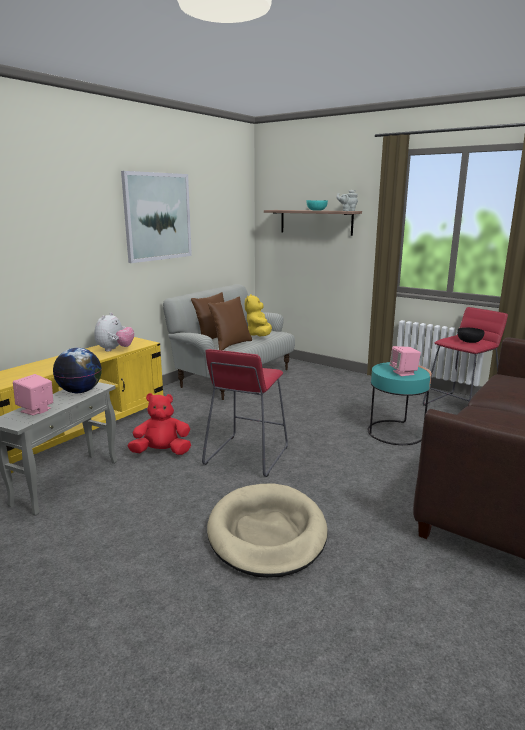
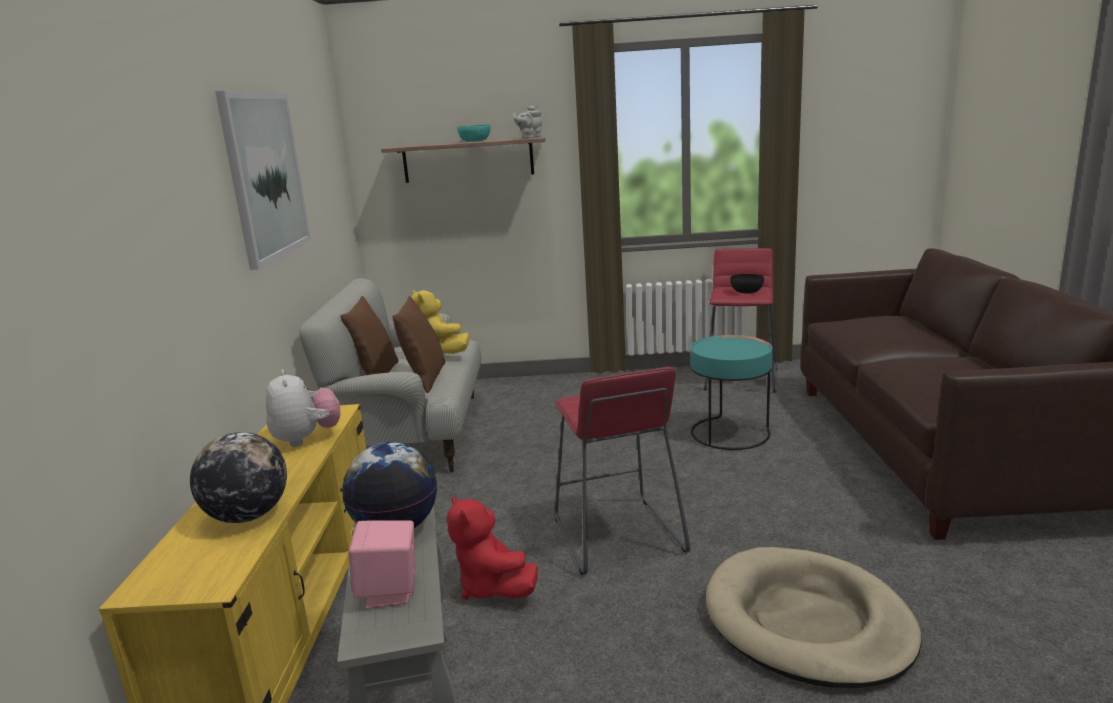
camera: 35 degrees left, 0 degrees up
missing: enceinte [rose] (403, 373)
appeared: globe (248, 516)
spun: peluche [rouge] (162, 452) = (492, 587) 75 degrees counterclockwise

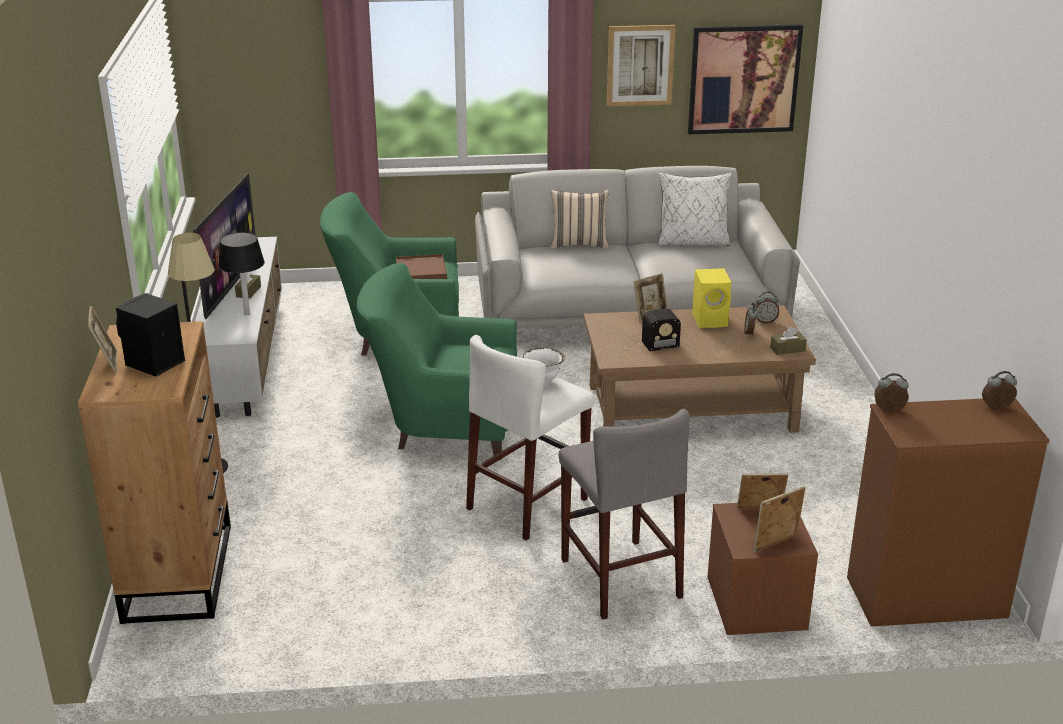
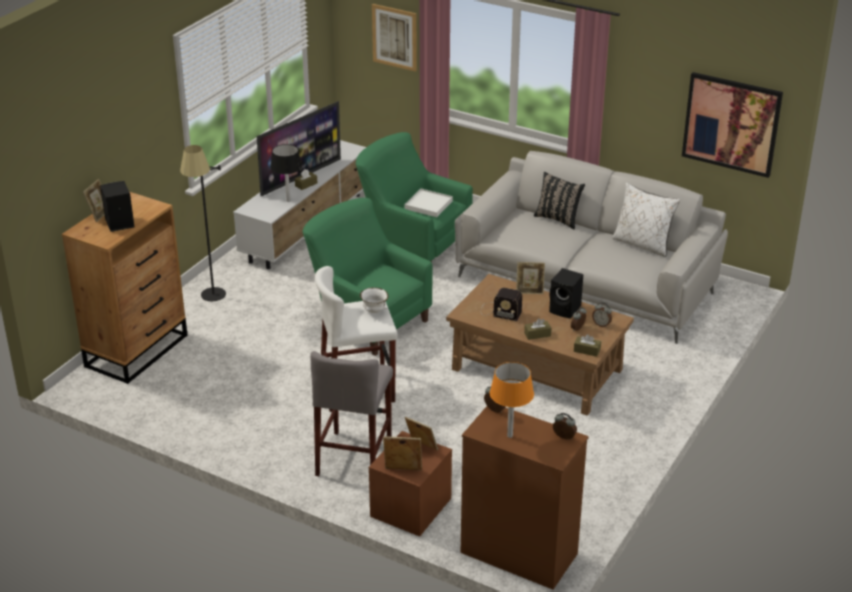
camera: 35 degrees right, 5 degrees up
appeared: boîte à mouchoirs [marron] (537, 334); lampe de table [orange] (510, 436)
relocated: tableau (640, 65) to (394, 37)
colour: coussin [beige] (579, 244) to coussin [noir] (558, 219); plateau [marron] (421, 271) to plateau [blanc] (428, 205); enceinte [jaune] (711, 320) to enceinte [noir] (566, 309)

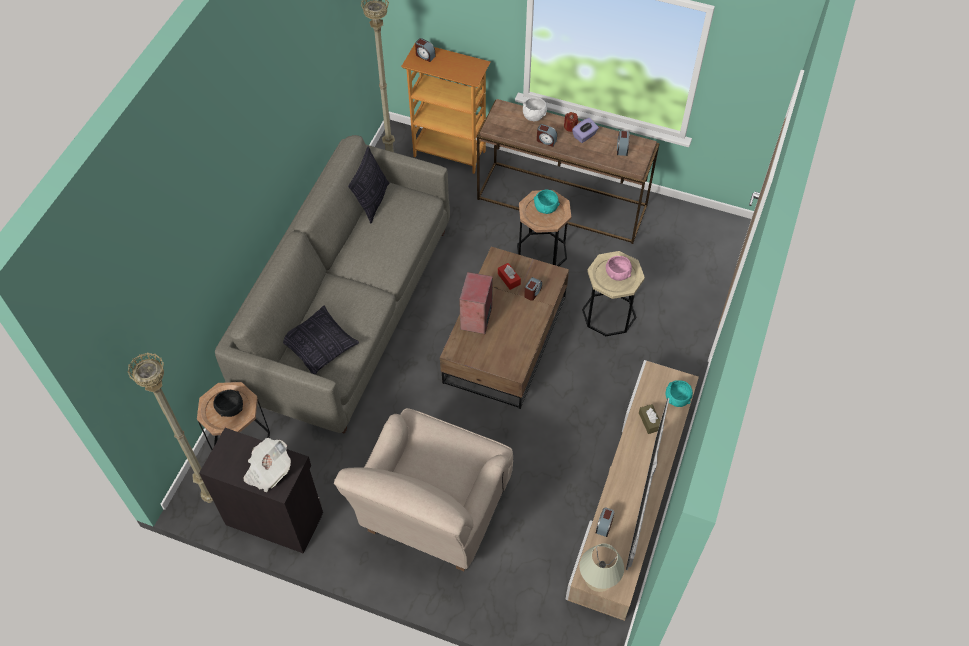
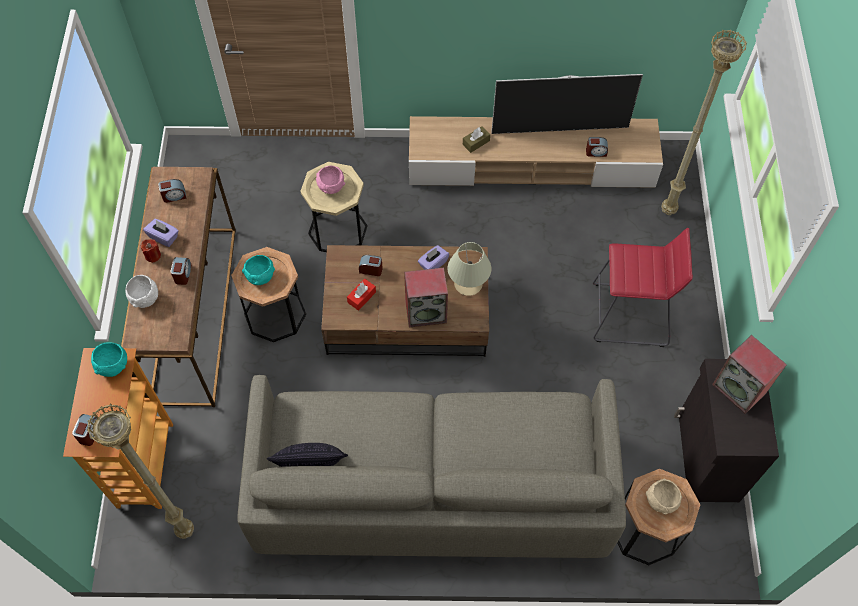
camera: 110 degrees left, 5 degrees up
missing: coussin (319, 346)
appeared: boîte à mouchoirs [violet] (433, 264)
relocated: lampadaire [beige] (211, 496) to (667, 211); bol [turquoise] (676, 400) to (113, 366); lampe de table [beige] (598, 578) to (468, 284)
exchanged: fauteuil [beige] (434, 514) to tabouret [rouge] (630, 314); journal (268, 471) to enceinte (740, 389)
colour: bol [noir] (231, 409) to bol [beige] (661, 501)

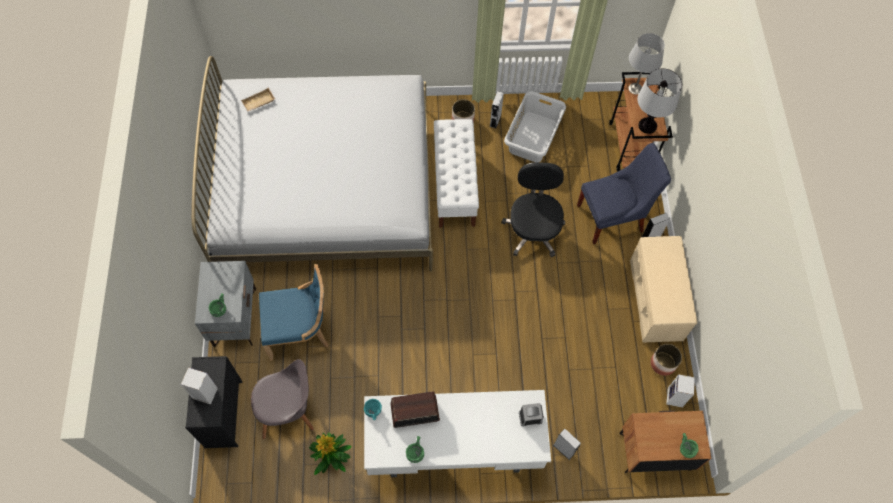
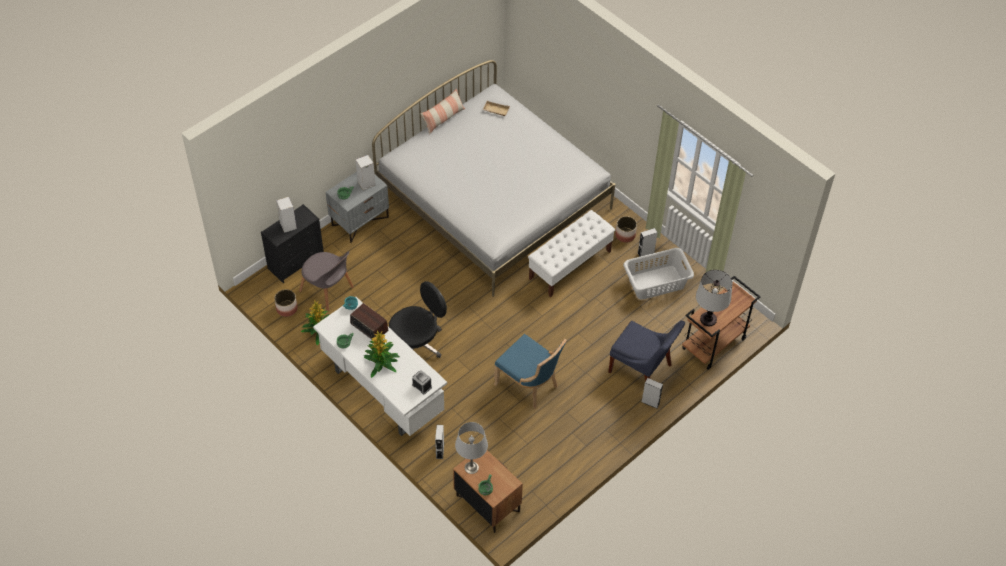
camera: 50 degrees right, 10 degrees down
missing: banc [beige] (657, 300)
appeared: coussin (443, 118); plante en pot (381, 363)
relocated: lampe de table [gris] (635, 88) to (471, 467); chaise de bureau [noir] (533, 230) to (417, 343); chaise [bleu] (300, 331) to (529, 385); cache-pot (663, 363) to (287, 309); enceinte (675, 398) to (366, 184)

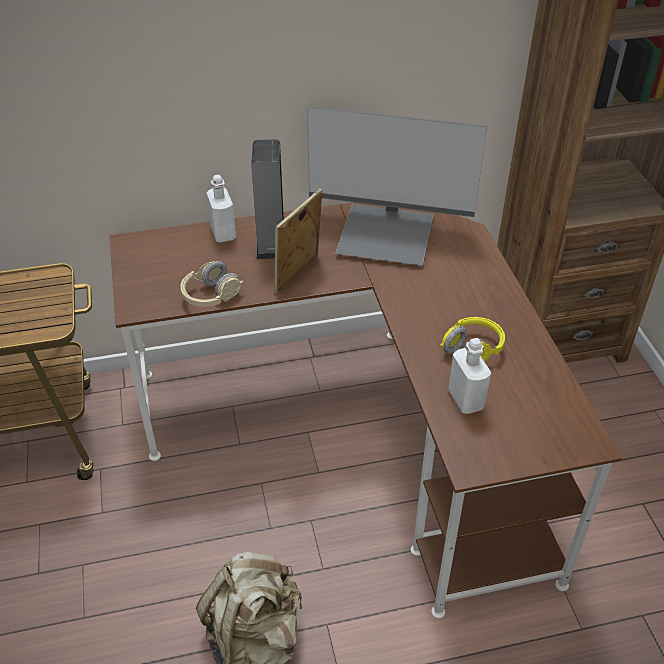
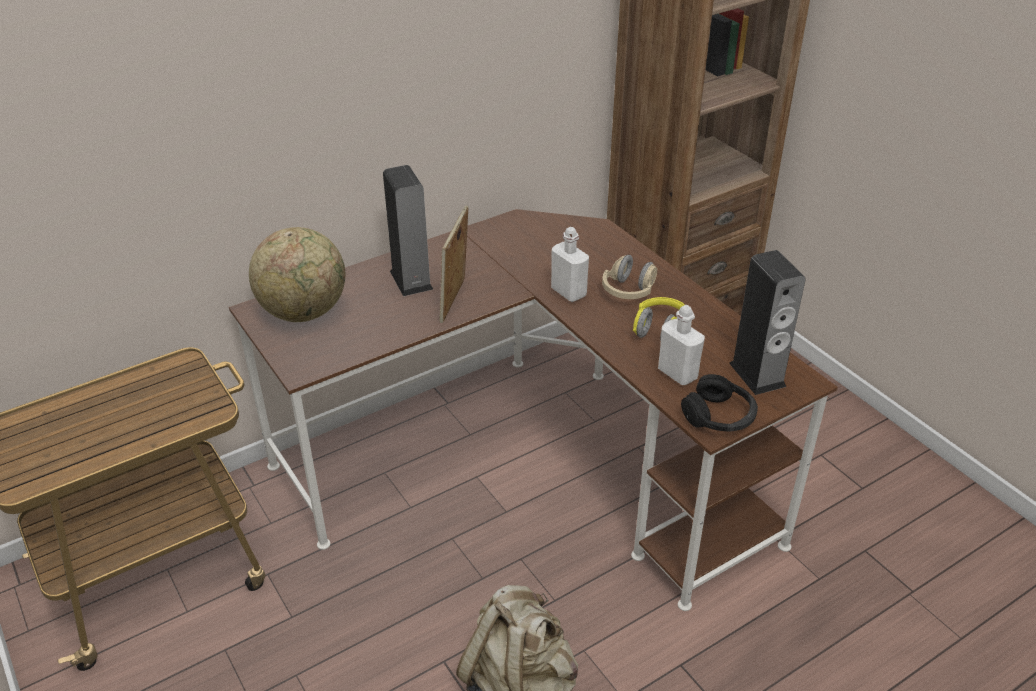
camera: 20 degrees left, 5 degrees down
missing: écran d'ordinateur (386, 234)
appeared: globe (304, 312); enceinte (757, 374); casque audio [noir] (719, 416)
relocated: bouteille [blanc] (223, 233) to (568, 292); casque audio [beige] (211, 296) to (629, 291)

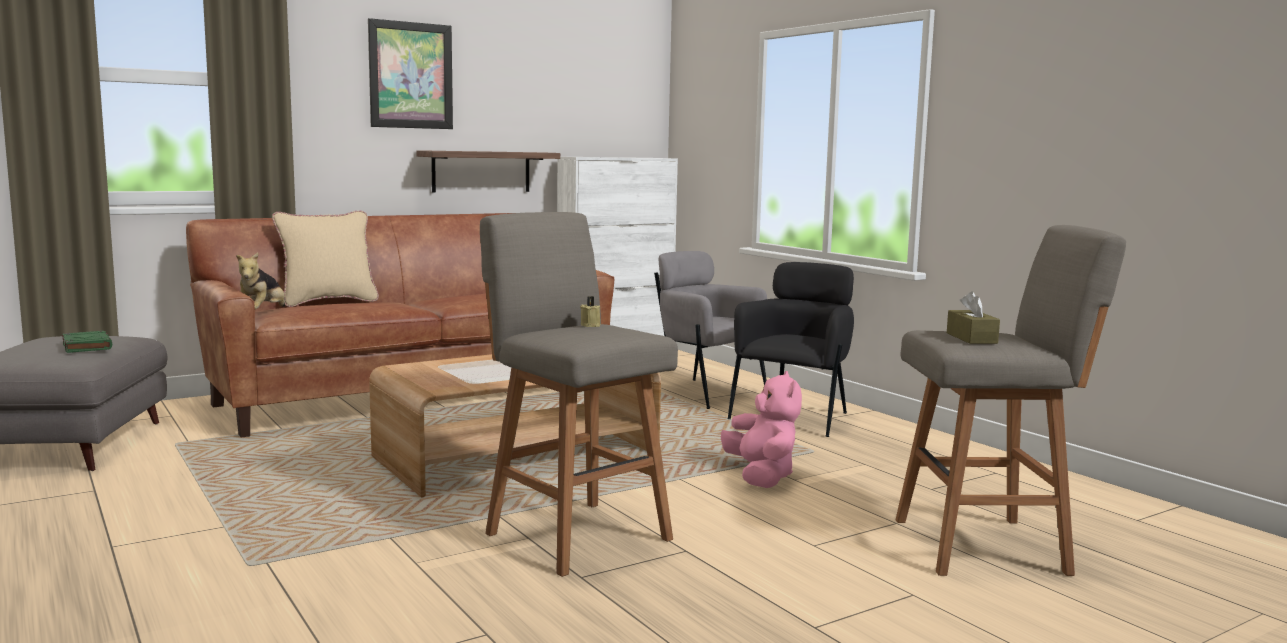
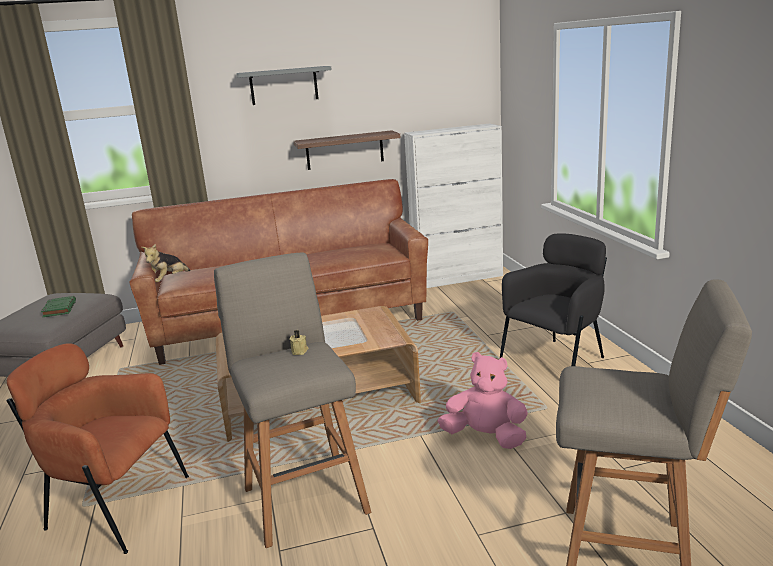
camera: 20 degrees right, 10 degrees up
missing: coussin [beige] (328, 302); fauteuil [gris] (705, 392); boîte à mouchoirs [marron] (971, 338)
appeared: fauteuil [marron] (115, 508)
exchanged: tableau (411, 75) to étagère [gris] (284, 85)
spun: peluche [rose] (761, 476) = (485, 437) 75 degrees counterclockwise

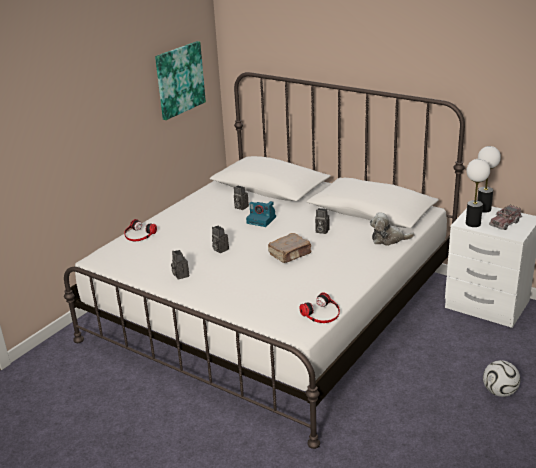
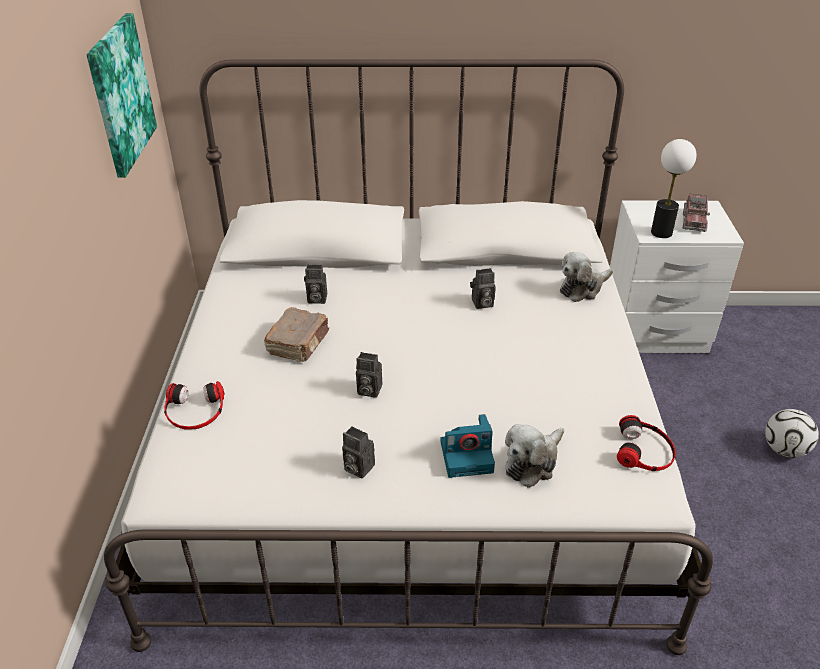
camera: 35 degrees left, 10 degrees up
missing: lampe de table (483, 209)
appeared: peluche (532, 462)
relocated: appareil photo (262, 220) to (467, 456); livre [marron] (290, 254) to (299, 343)

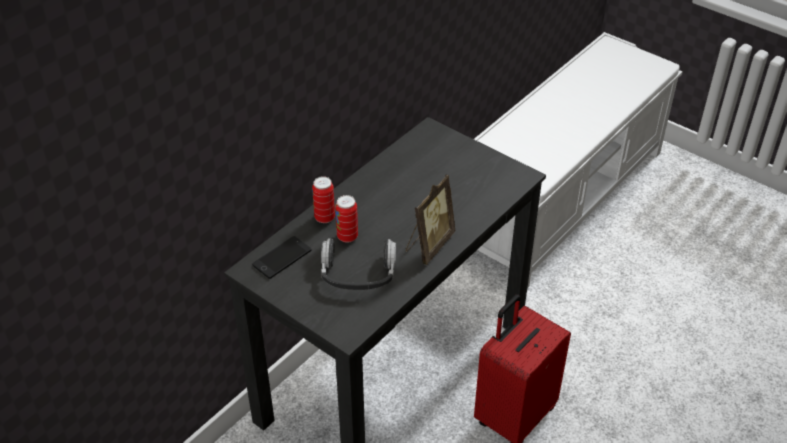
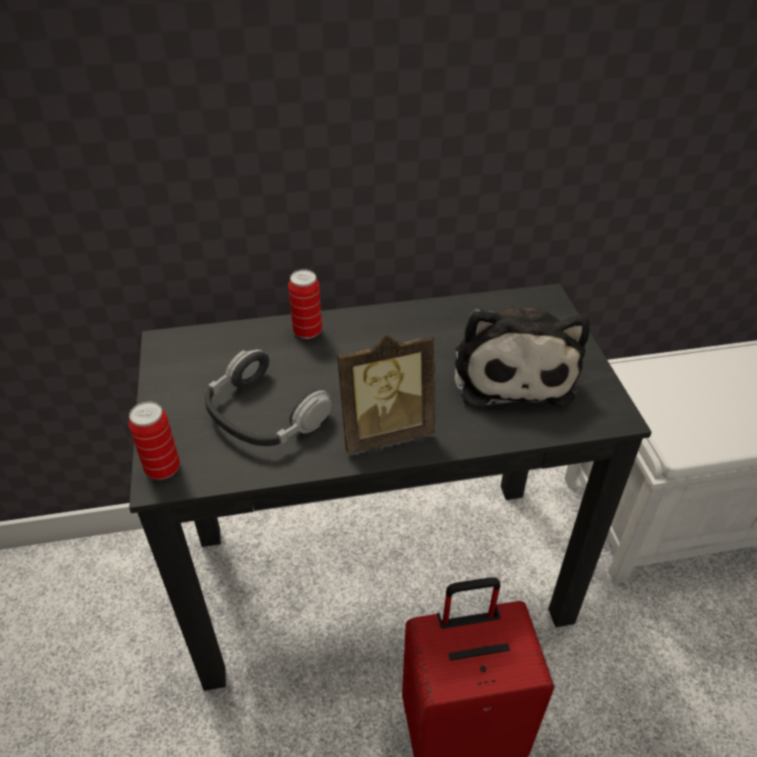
camera: 40 degrees right, 0 degrees up
missing: téléphone (282, 258)
appeared: peluche (512, 370)
relocated: boîte métallique (347, 237) to (163, 469)

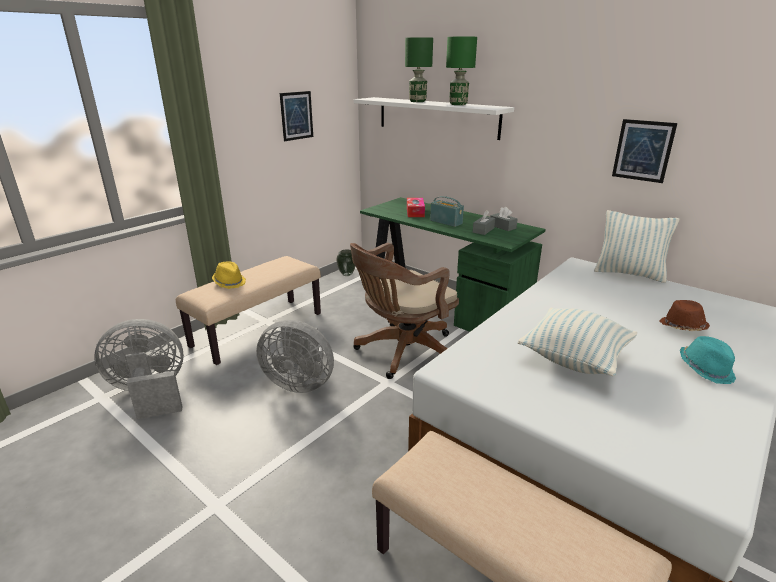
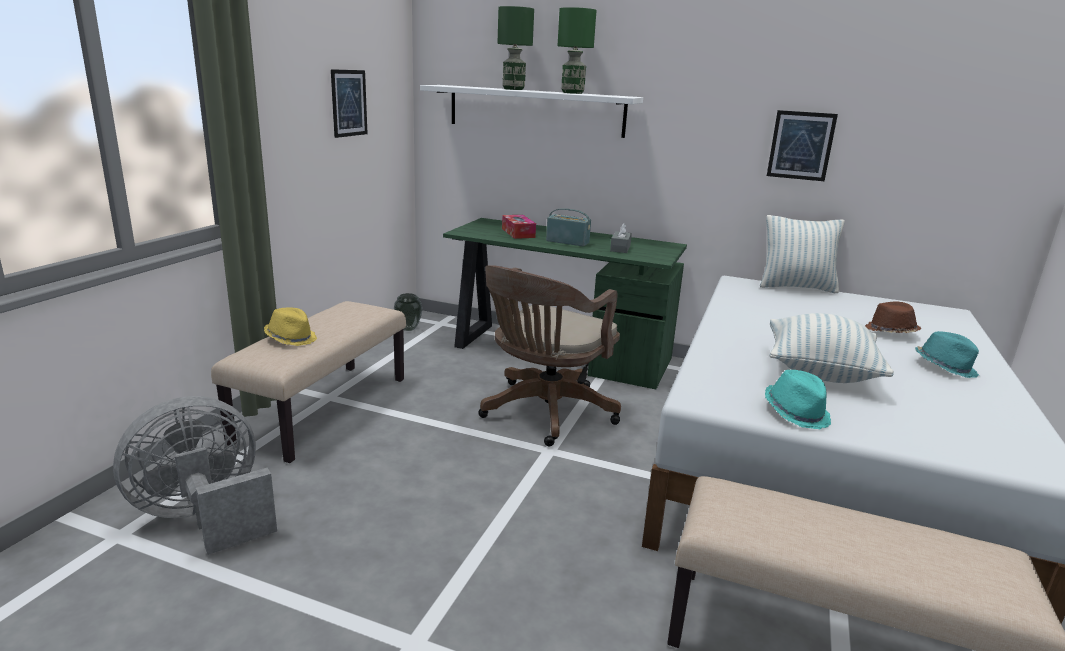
camera: 20 degrees left, 5 degrees down
missing: boîte à mouchoirs [gris] (502, 227); ventilateur [gris] (299, 383)
appeared: chapeau [turquoise] (796, 413)

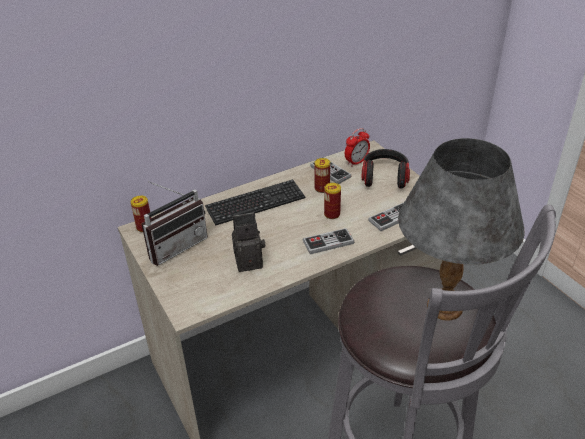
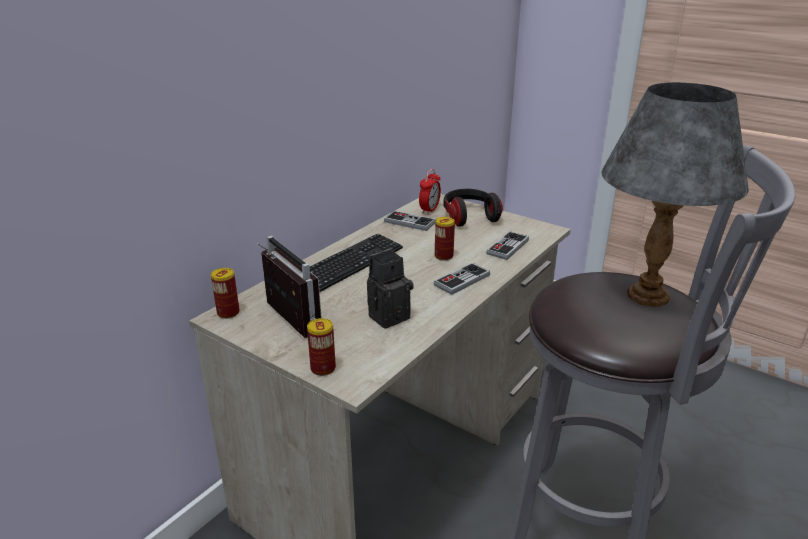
camera: 25 degrees left, 10 degrees down
relocated: boîte métallique (322, 188) to (323, 368)
spun: radio (175, 245) = (284, 321) 60 degrees counterclockwise

